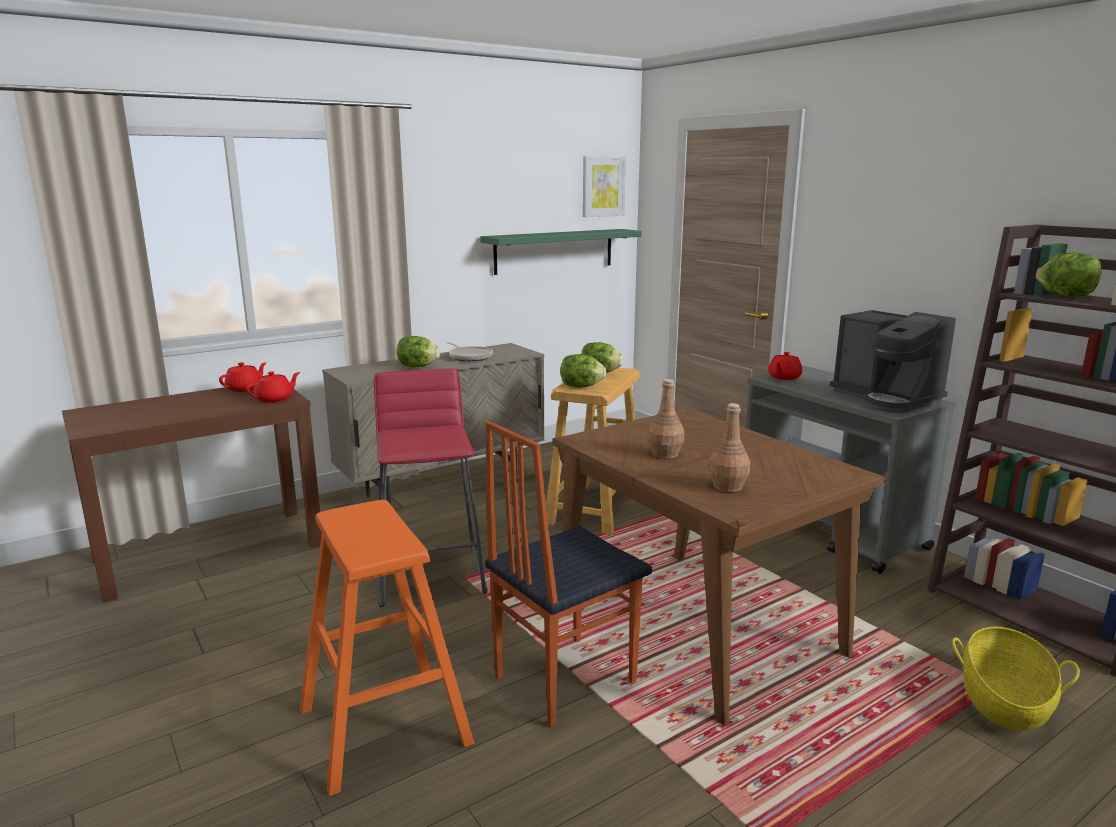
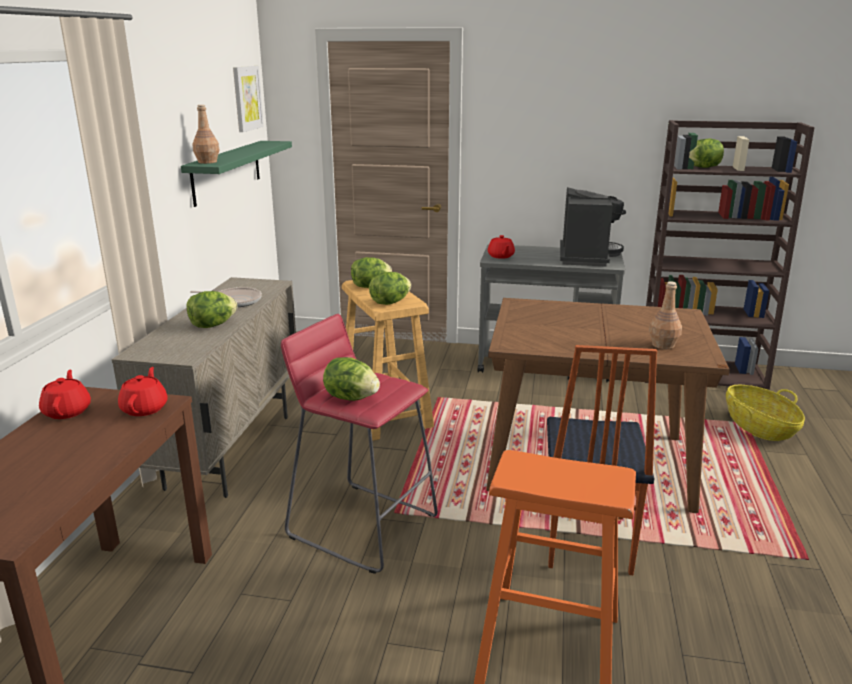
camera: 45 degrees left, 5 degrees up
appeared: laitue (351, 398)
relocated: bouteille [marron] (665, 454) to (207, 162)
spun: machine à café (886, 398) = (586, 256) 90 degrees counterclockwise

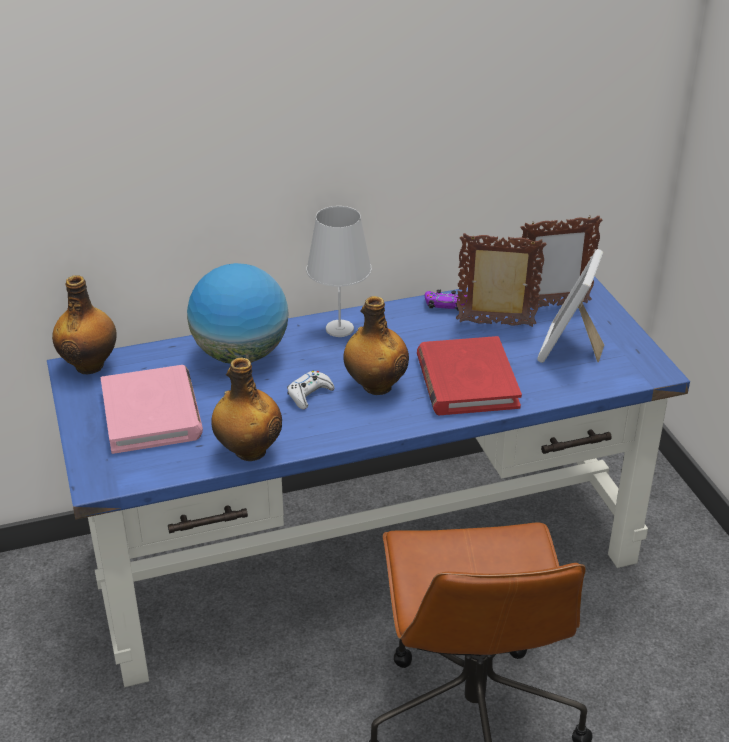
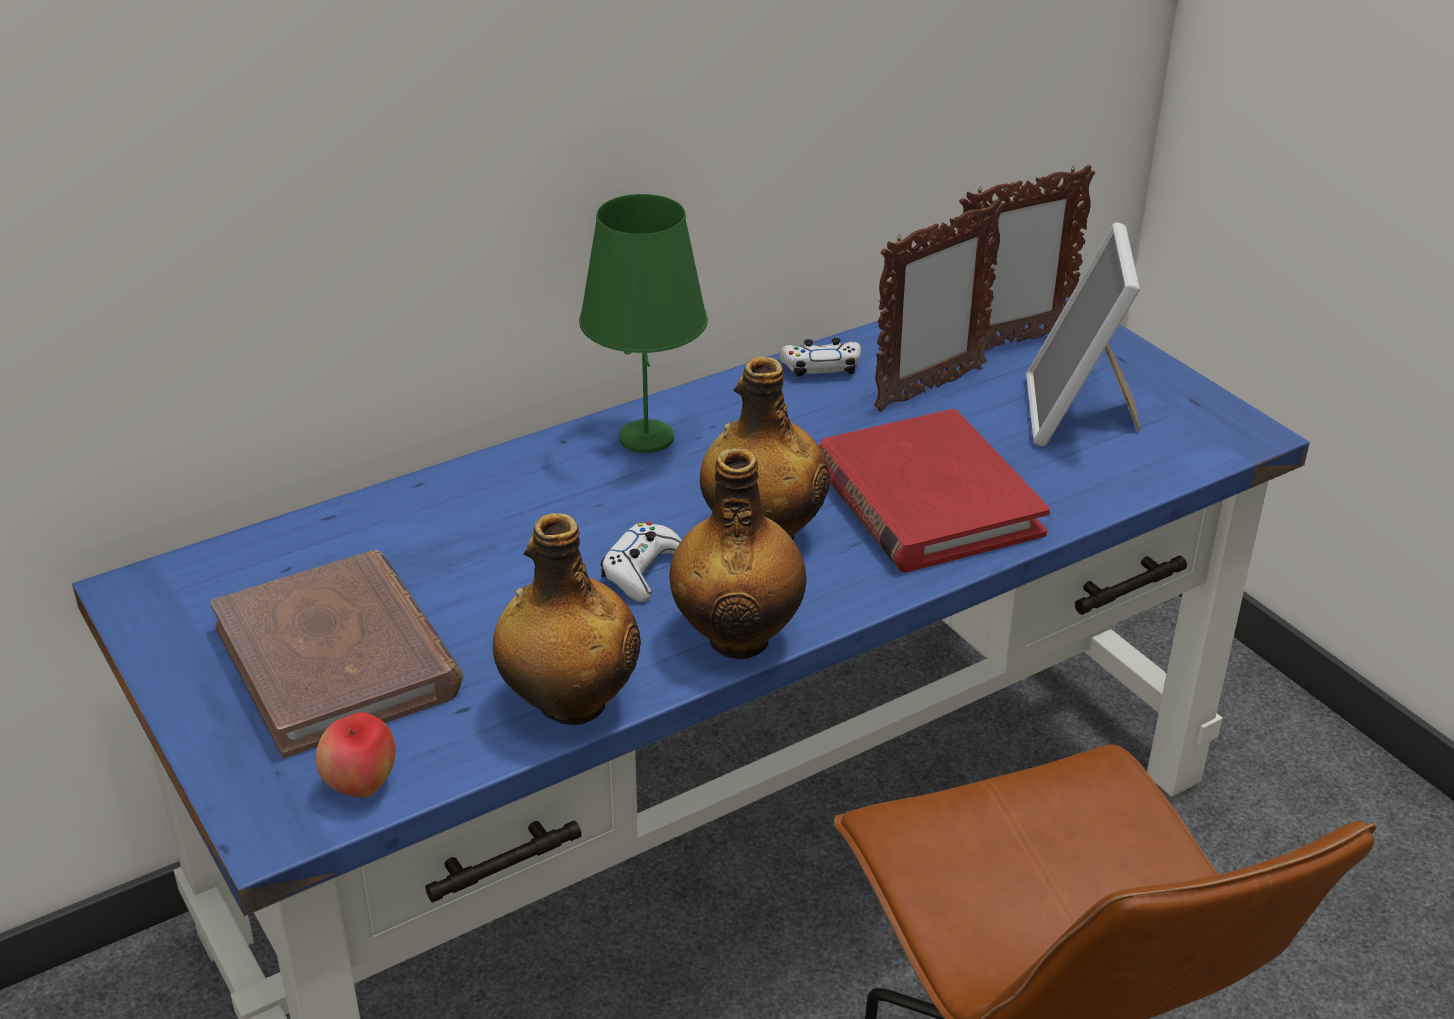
camera: 15 degrees left, 0 degrees up
missing: globe (240, 355)
appeared: pomme (361, 786)
relocated: bouteille (90, 365) to (738, 637)
colour: lampe de table [blanc] (339, 329) to lampe de table [vert] (645, 438); manette [violet] (445, 305) to manette [blanc] (821, 367); livre [rose] (152, 414) to livre [marron] (338, 660)
spun: cadre photo (496, 324) = (928, 389) 150 degrees clockwise

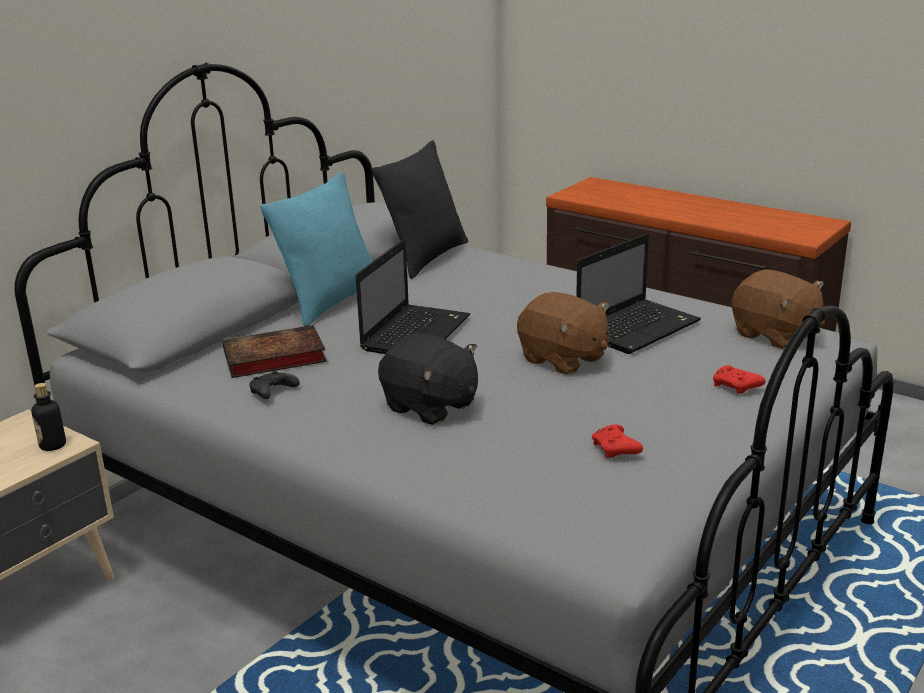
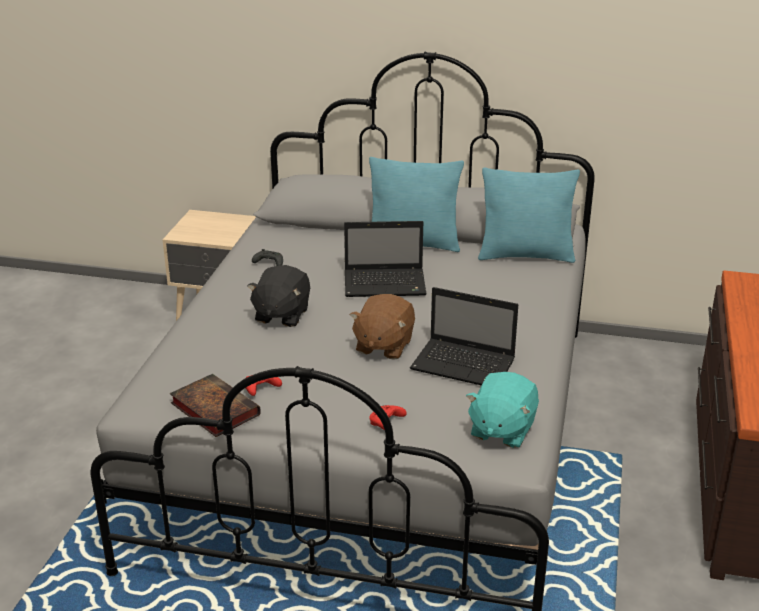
camera: 65 degrees right, 5 degrees up
missing: bouteille (52, 445)
relocated: livre (272, 358) to (213, 409)
colour: coussin [noir] (426, 258) to coussin [turquoise] (525, 255); peluche [marron] (775, 335) to peluche [turquoise] (501, 430)

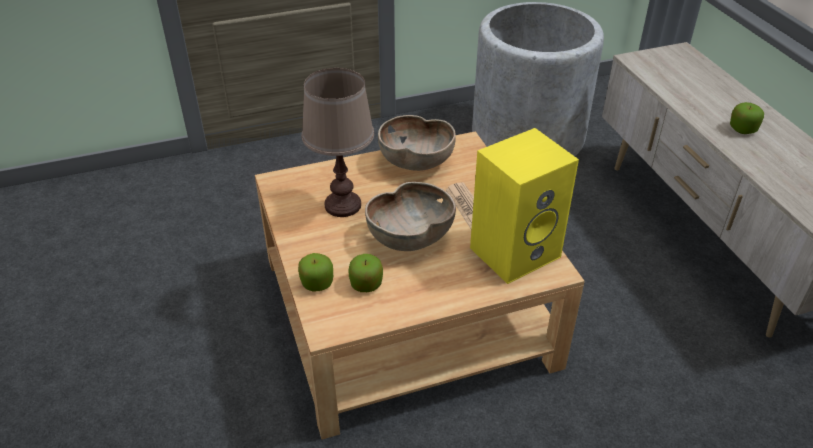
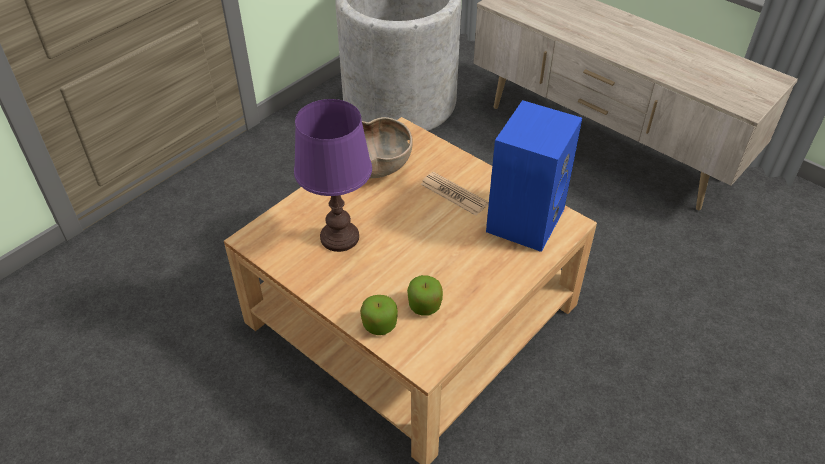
camera: 30 degrees left, 5 degrees up
missing: pomme (742, 129); bol [marron] (410, 237)
colour: lampe de table [marron] (342, 205) to lampe de table [violet] (339, 238); enceinte [jaune] (515, 251) to enceinte [bleu] (524, 218)

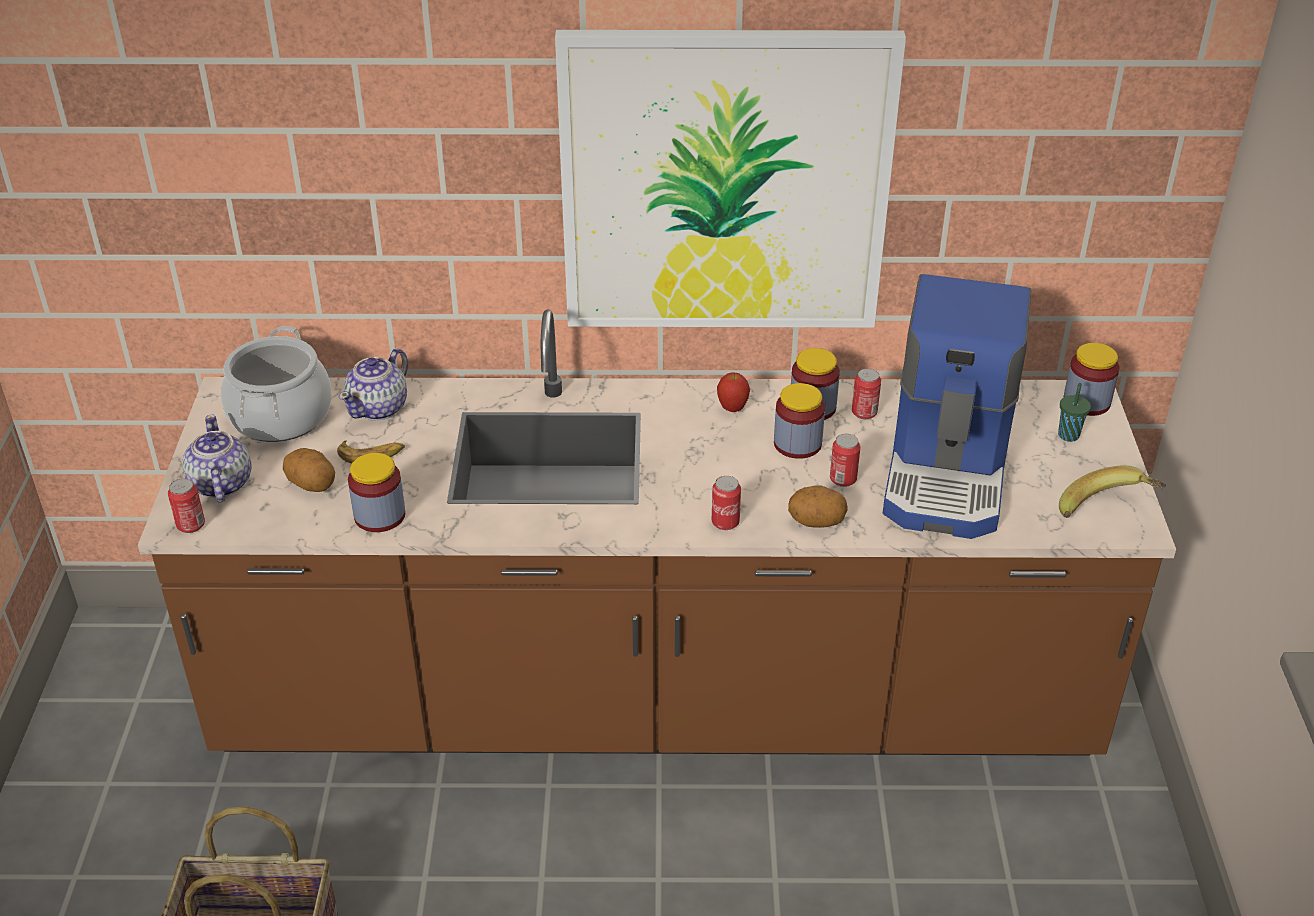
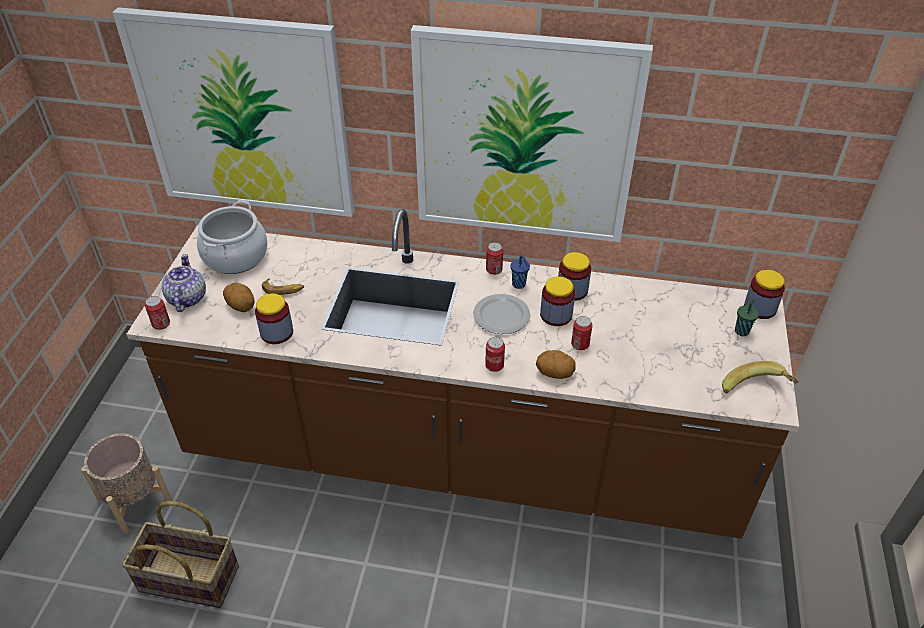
camera: 10 degrees right, 5 degrees up
missing: machine à café (949, 470); théière (379, 408)
appeared: tableau (244, 116); assiette (502, 316); cache-pot [beige] (135, 501)
relocated: boîte métallique (864, 413) to (494, 270)
exchanged: pomme (732, 409) to tasse [bleu] (519, 285)

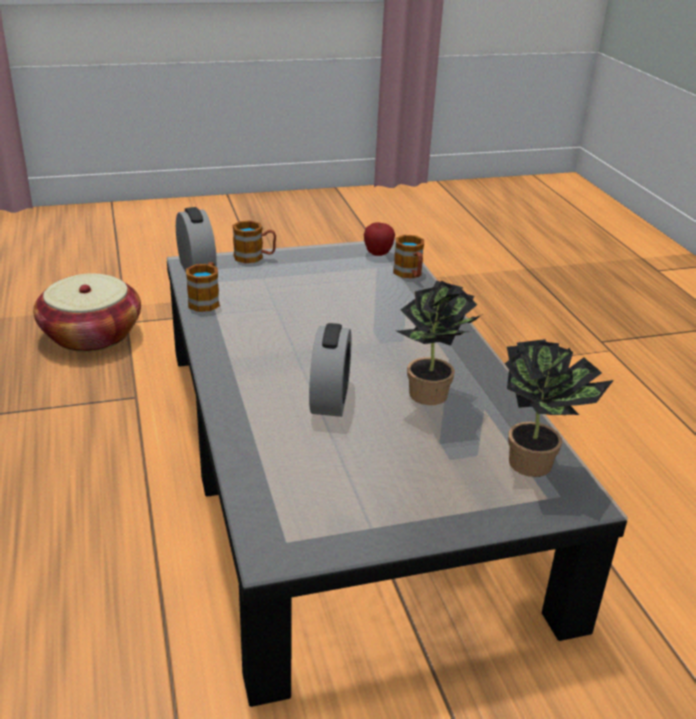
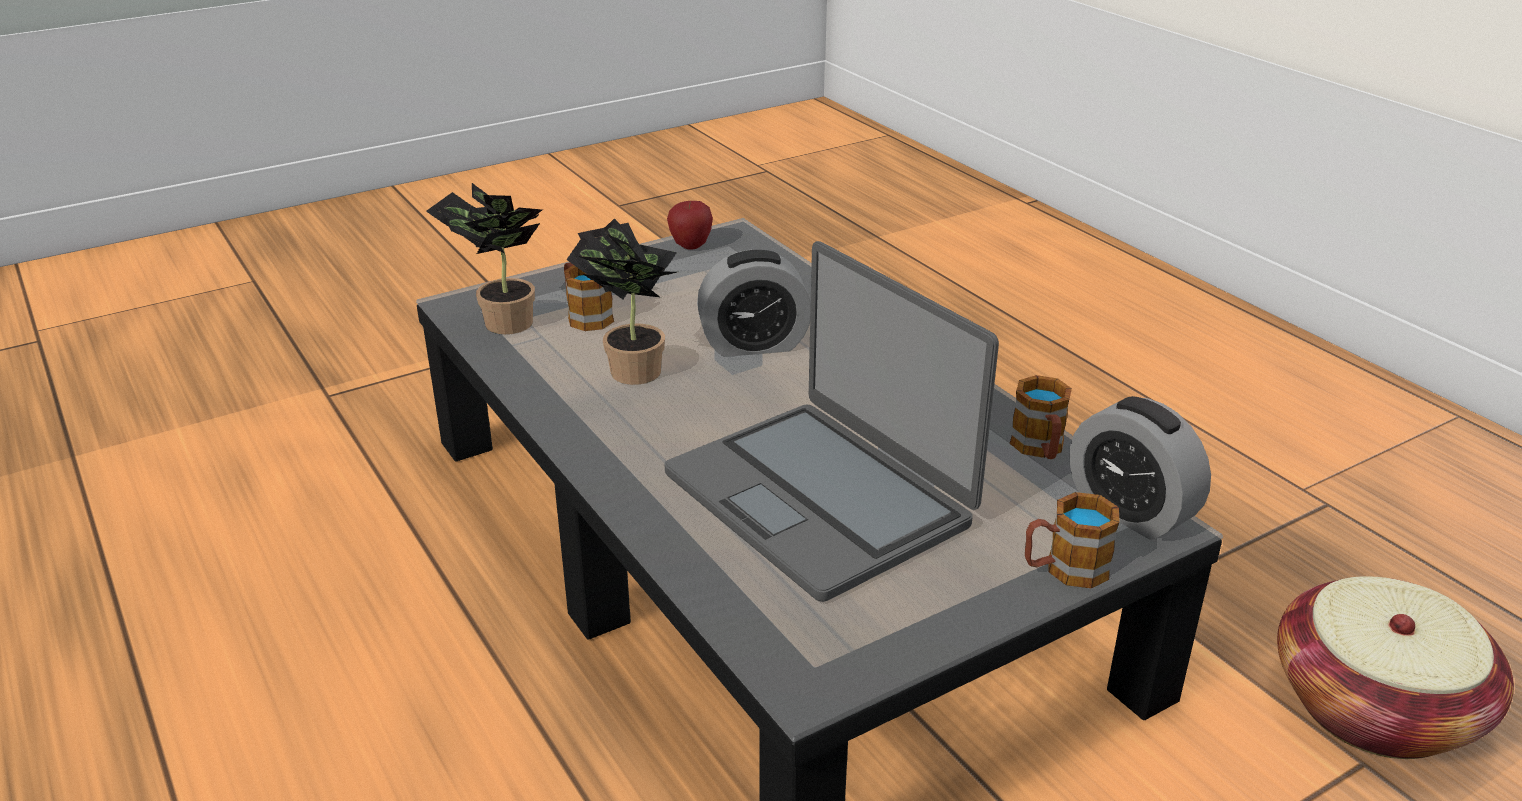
camera: 165 degrees right, 0 degrees up
appeared: ordinateur portable (820, 498)
relocated: pomme (378, 254) to (690, 246); mug (410, 274) to (585, 315)
spun: réveil (330, 399) = (754, 344) 90 degrees counterclockwise

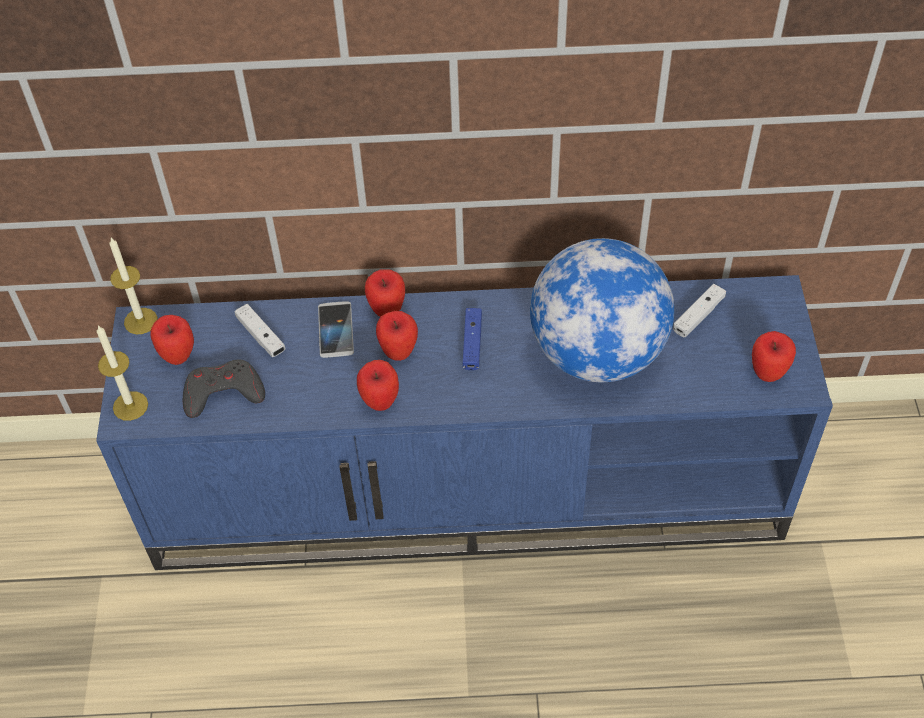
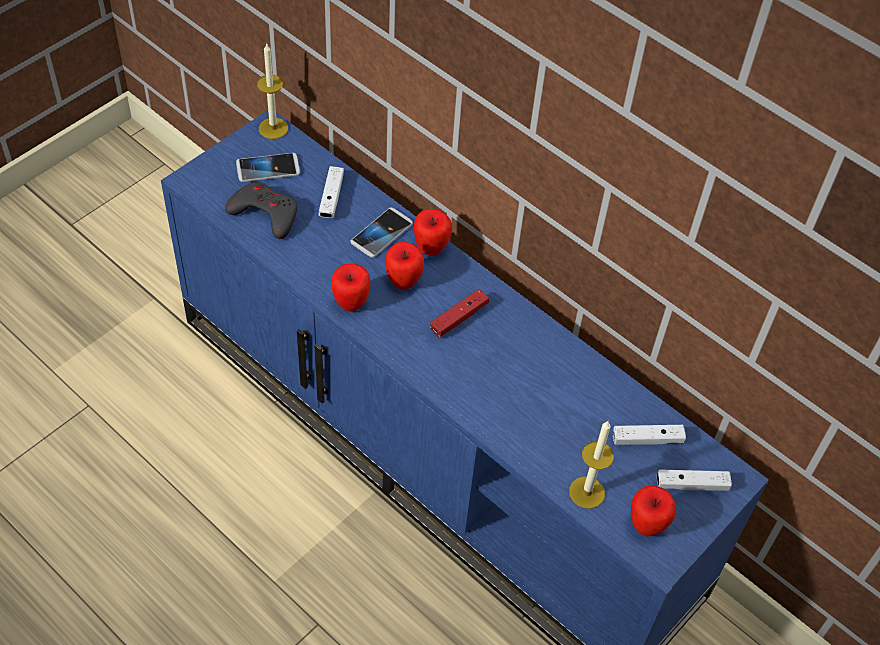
camera: 40 degrees right, 0 degrees up
missing: globe (597, 353)
appeared: manette [blanc] (691, 485)
relocated: bougie (130, 406) to (587, 492)
exchanged: pomme (178, 356) to téléphone (268, 168)
colour: manette [bleu] (472, 343) to manette [rouge] (459, 318)

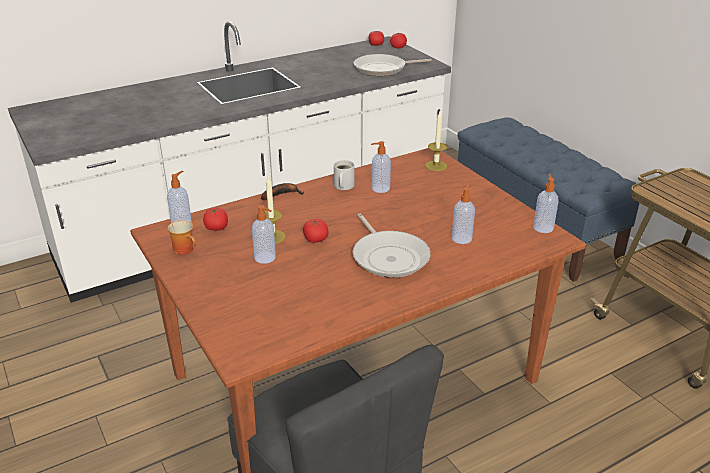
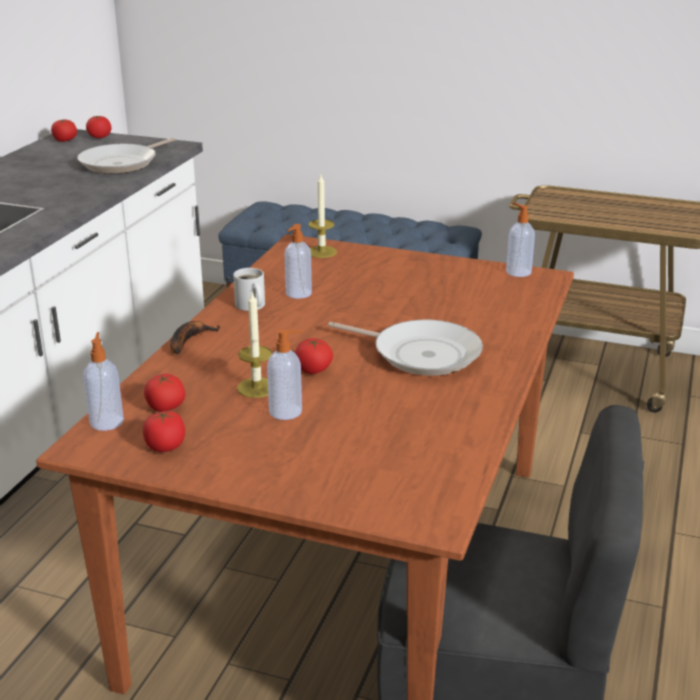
camera: 40 degrees left, 5 degrees down
missing: distributeur de savon (462, 238)
exchanged: mug (186, 249) to tomate (165, 446)

